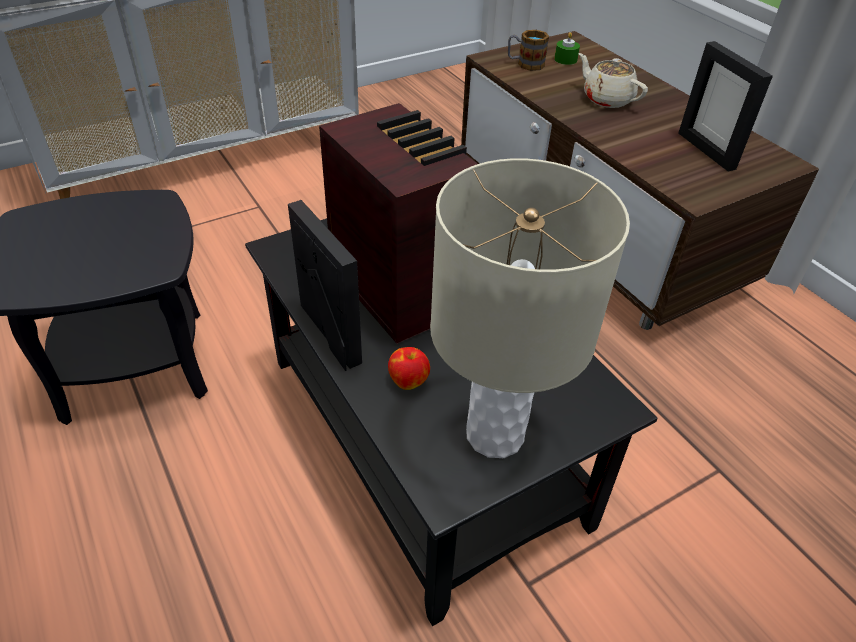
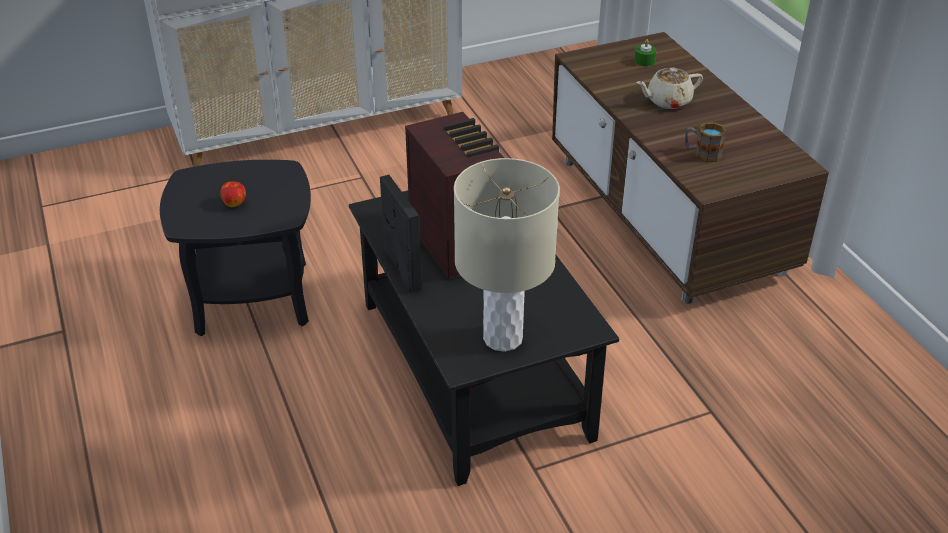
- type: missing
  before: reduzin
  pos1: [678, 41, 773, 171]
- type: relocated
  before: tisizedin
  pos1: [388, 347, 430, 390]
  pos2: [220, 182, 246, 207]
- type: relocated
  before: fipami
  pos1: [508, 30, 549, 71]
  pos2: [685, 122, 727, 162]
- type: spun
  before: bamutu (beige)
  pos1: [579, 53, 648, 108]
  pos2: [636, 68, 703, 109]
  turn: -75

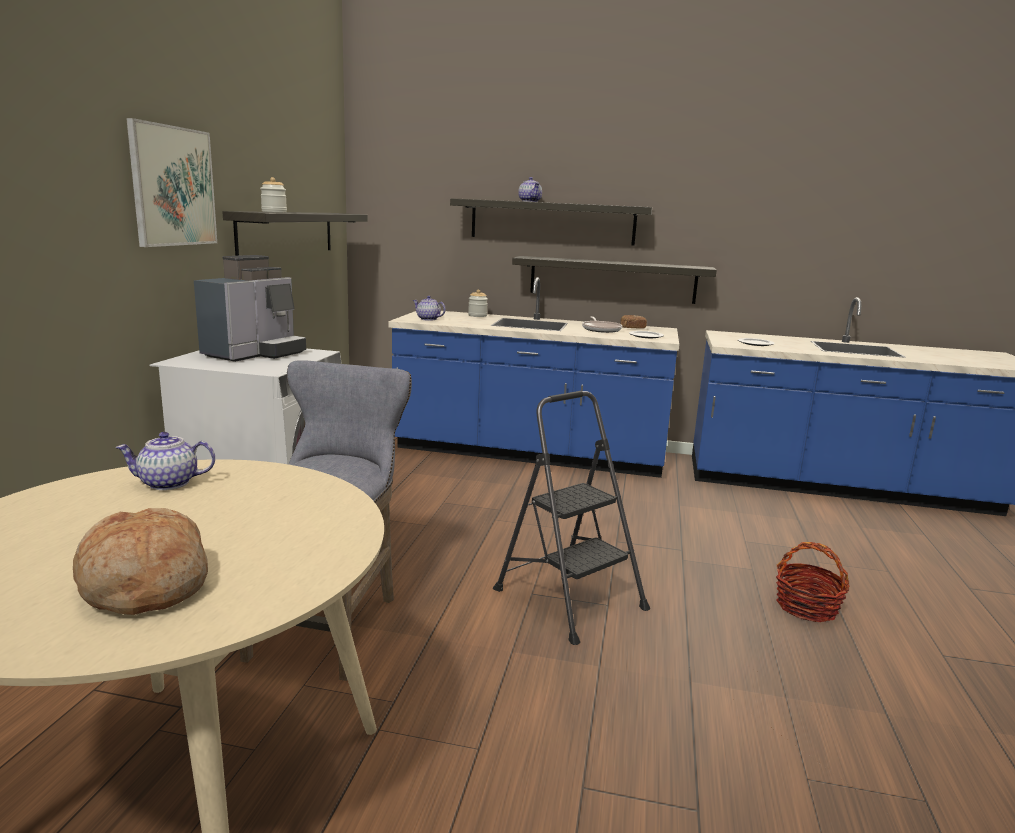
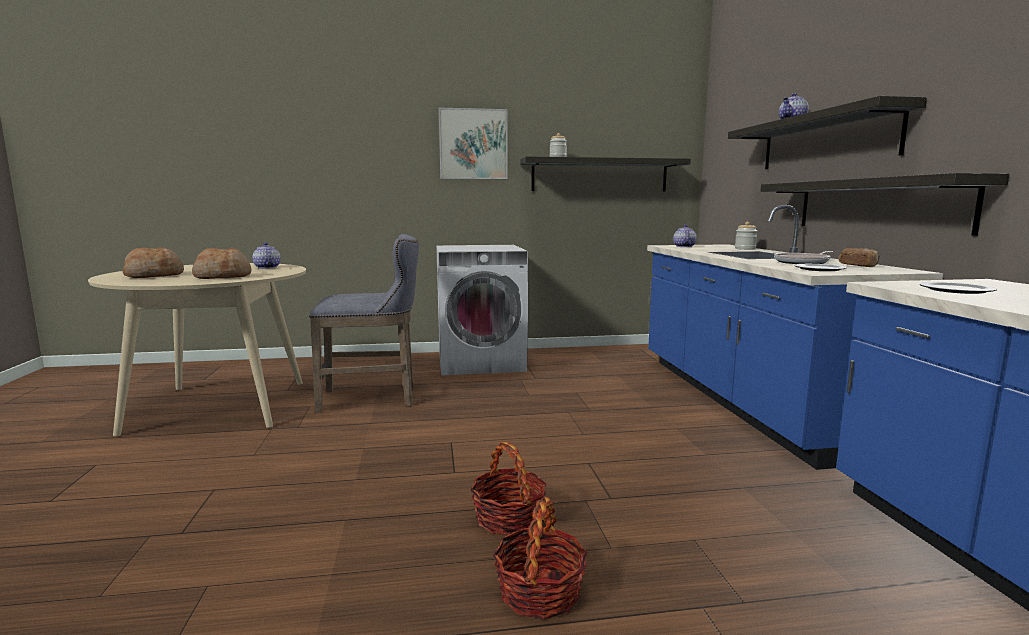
- type: missing
  before: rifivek
  pos1: [194, 255, 306, 362]
- type: missing
  before: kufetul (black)
  pos1: [493, 391, 650, 645]
- type: appeared
  after: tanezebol
  pos2: [192, 248, 252, 279]
- type: appeared
  after: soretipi
  pos2: [470, 442, 546, 535]

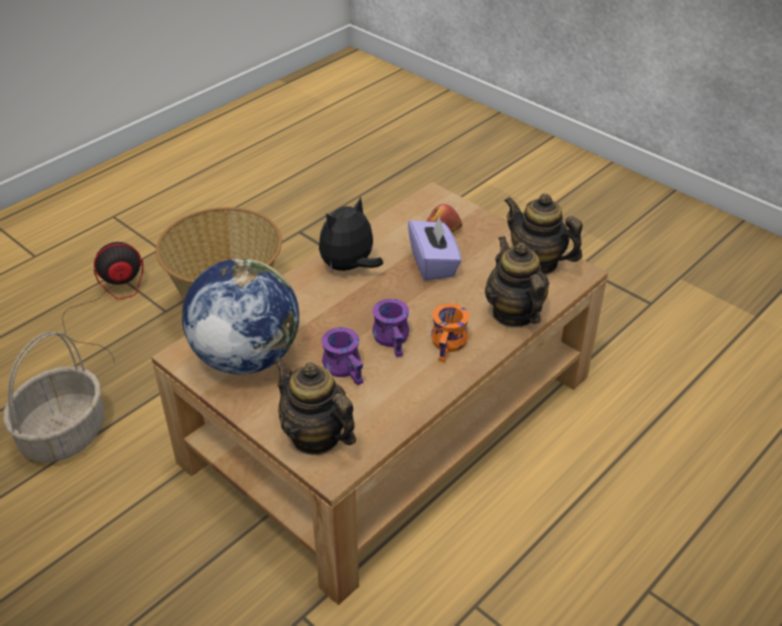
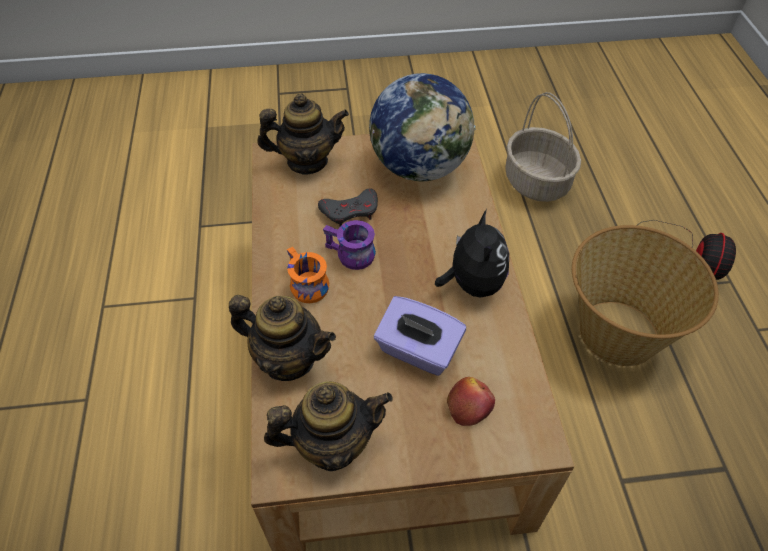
- type: exchanged
  before: fipami (purple)
  after: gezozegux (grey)
  pos1: [321, 327, 363, 385]
  pos2: [318, 188, 378, 226]

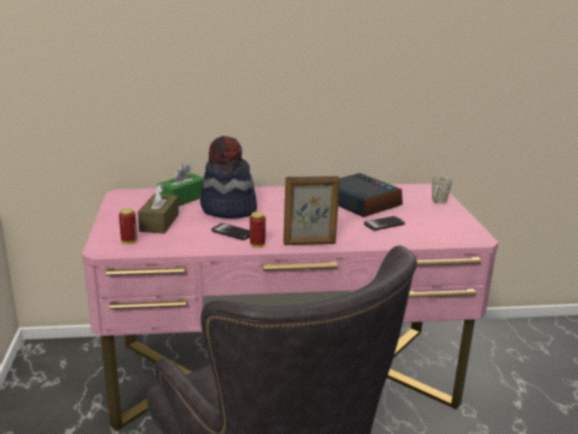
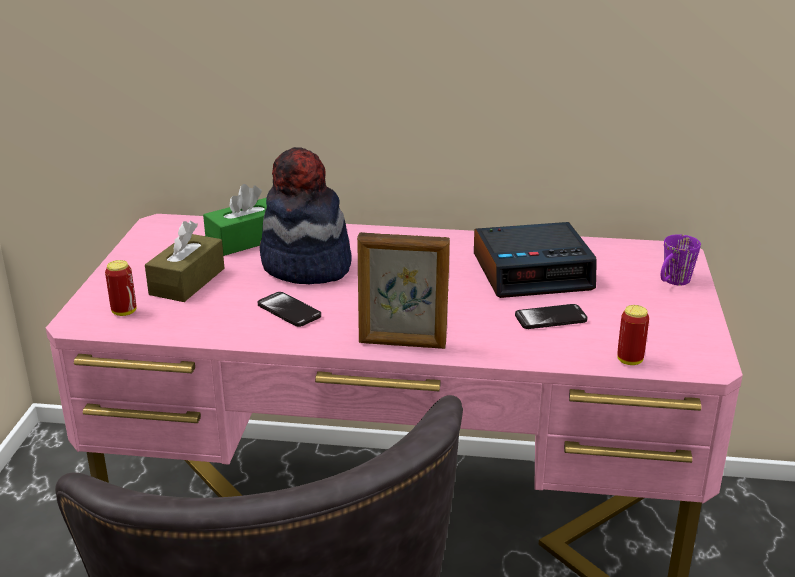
- type: relocated
  before: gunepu
  pos1: [250, 212, 266, 247]
  pos2: [617, 305, 649, 365]
- type: colour
  before: fipami (white)
  after: fipami (purple)
  pos1: [432, 176, 452, 204]
  pos2: [661, 234, 701, 285]
- type: spun
  before: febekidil
  pos1: [338, 173, 403, 217]
  pos2: [474, 222, 597, 298]
  turn: 105

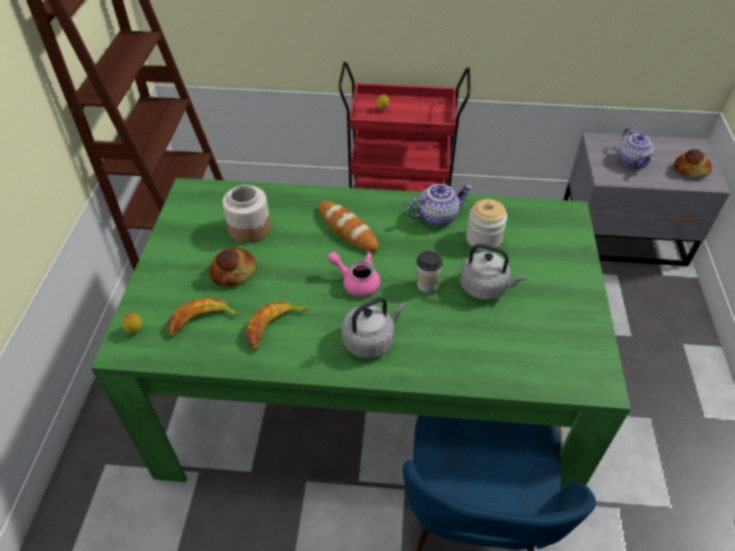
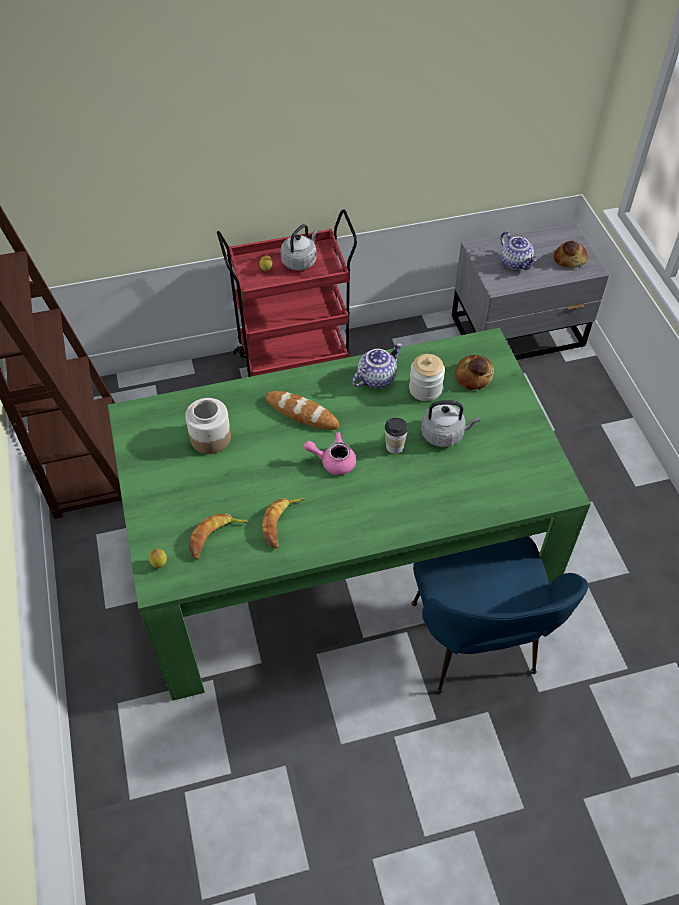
- type: relocated
  before: tanezebol
  pos1: [209, 248, 257, 287]
  pos2: [455, 355, 494, 390]
- type: relocated
  before: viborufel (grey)
  pos1: [341, 297, 405, 358]
  pos2: [280, 224, 318, 271]

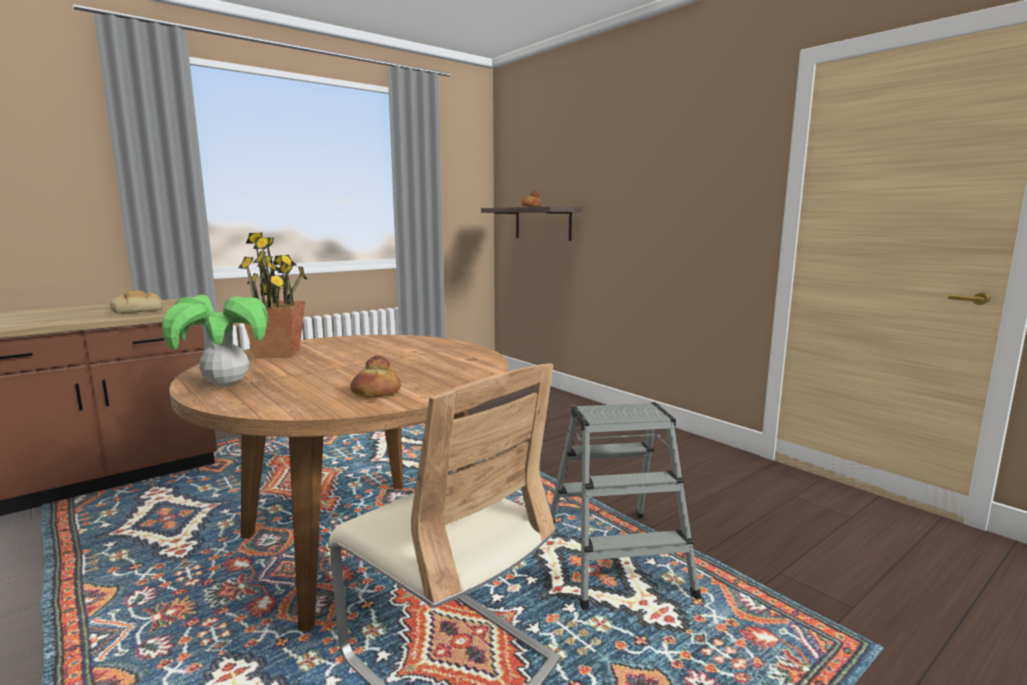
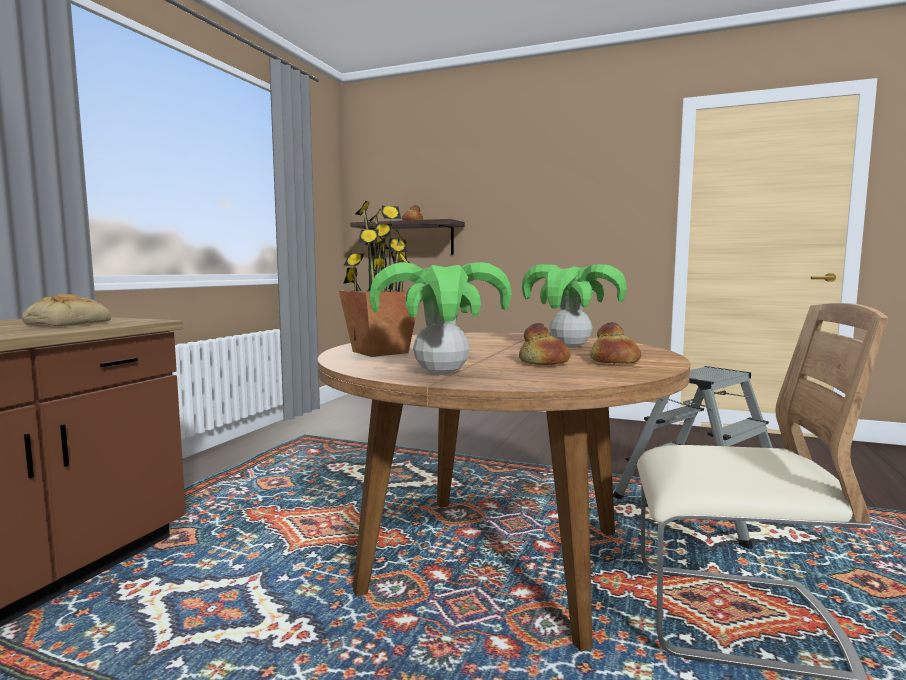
- type: appeared
  after: tanezebol
  pos2: [519, 323, 570, 365]
- type: appeared
  after: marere
  pos2: [522, 264, 627, 348]

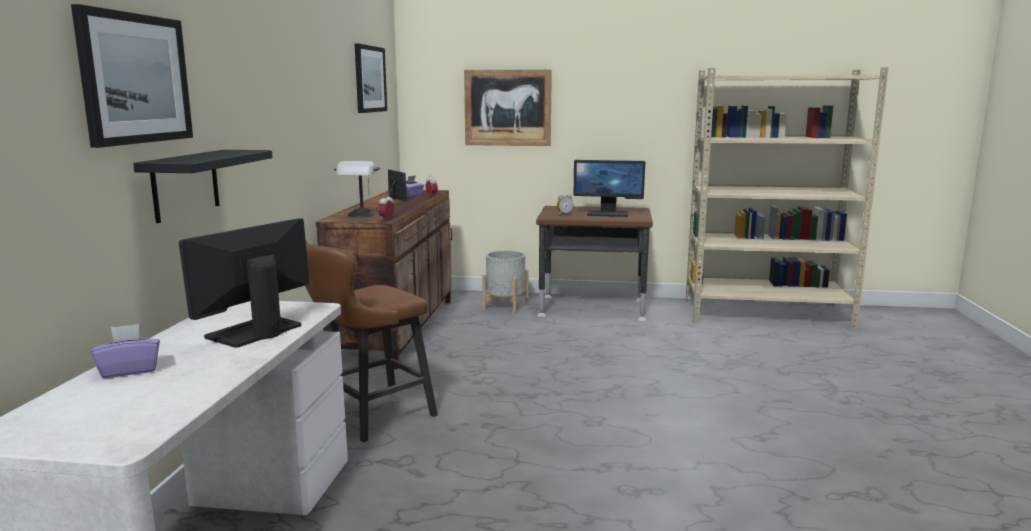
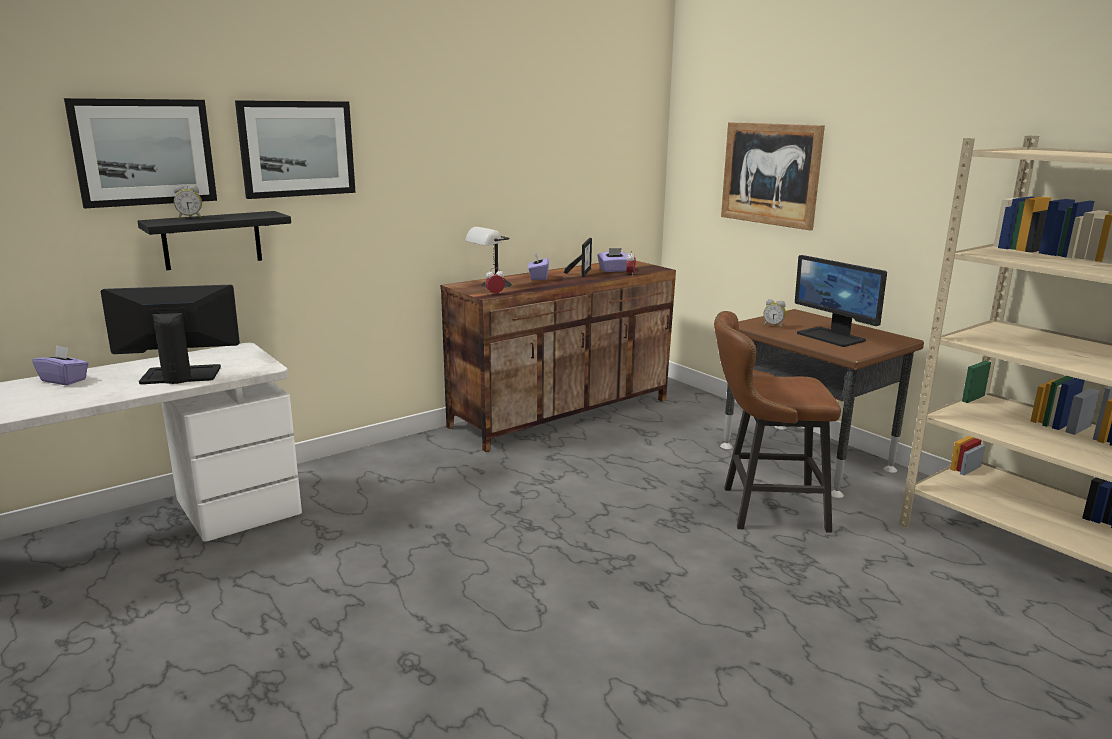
- type: missing
  before: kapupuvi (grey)
  pos1: [482, 251, 529, 314]
- type: appeared
  after: febekidil
  pos2: [174, 185, 202, 219]
- type: appeared
  after: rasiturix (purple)
  pos2: [528, 253, 549, 280]
- type: relocated
  before: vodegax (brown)
  pos1: [305, 239, 438, 442]
  pos2: [714, 311, 841, 533]
- type: relocated
  before: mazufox
  pos1: [355, 44, 387, 113]
  pos2: [235, 100, 356, 199]

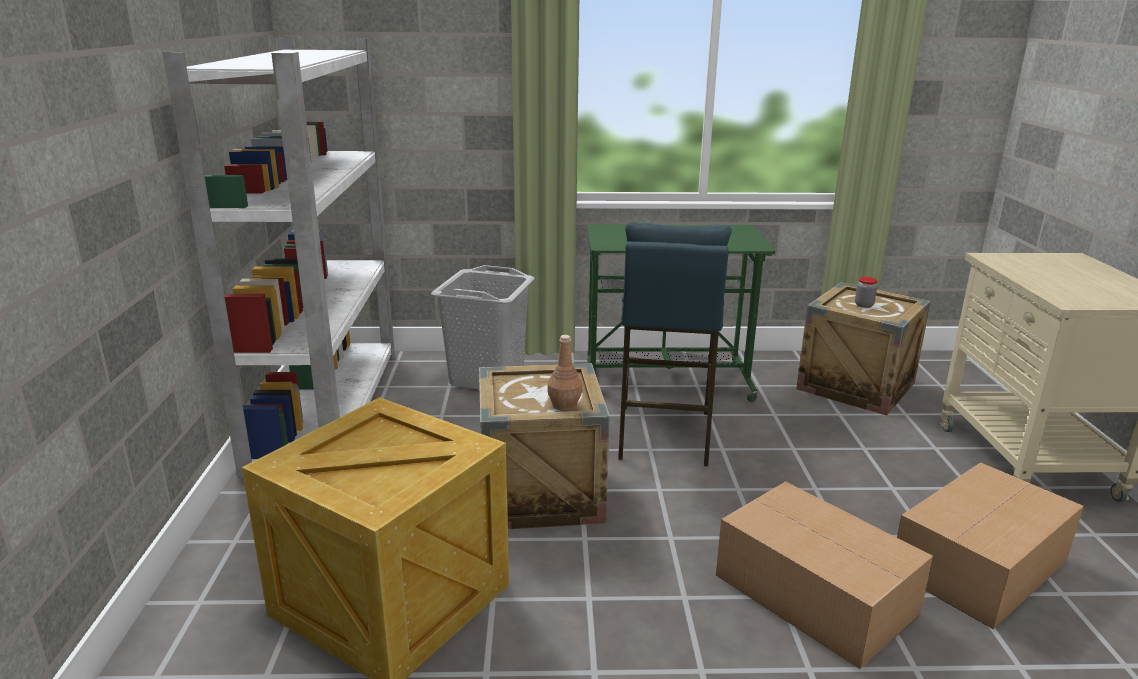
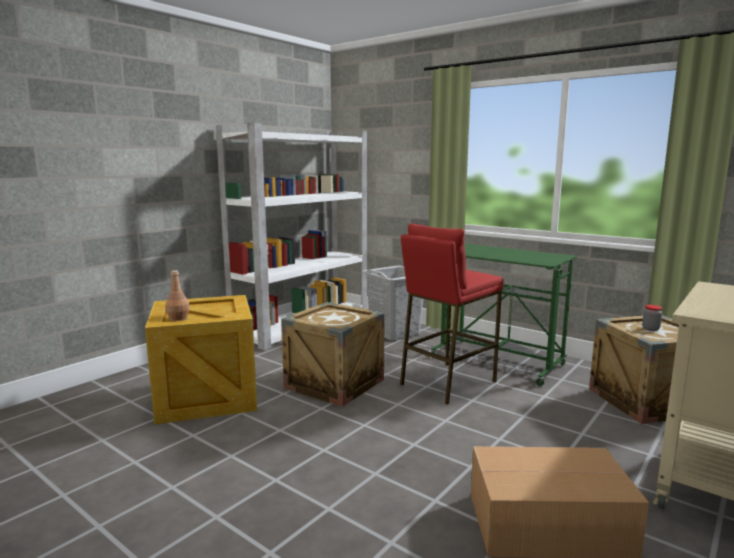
- type: missing
  before: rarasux
  pos1: [716, 481, 933, 669]
- type: relocated
  before: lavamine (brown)
  pos1: [547, 335, 582, 411]
  pos2: [165, 270, 190, 321]
- type: colour
  before: vodegax (blue)
  after: vodegax (red)
  pos1: [618, 222, 732, 466]
  pos2: [400, 223, 504, 405]

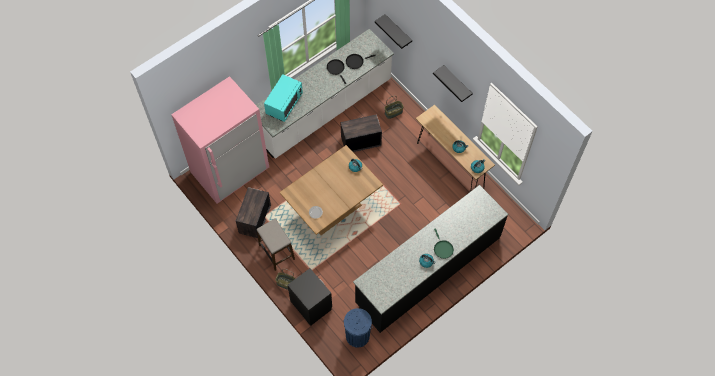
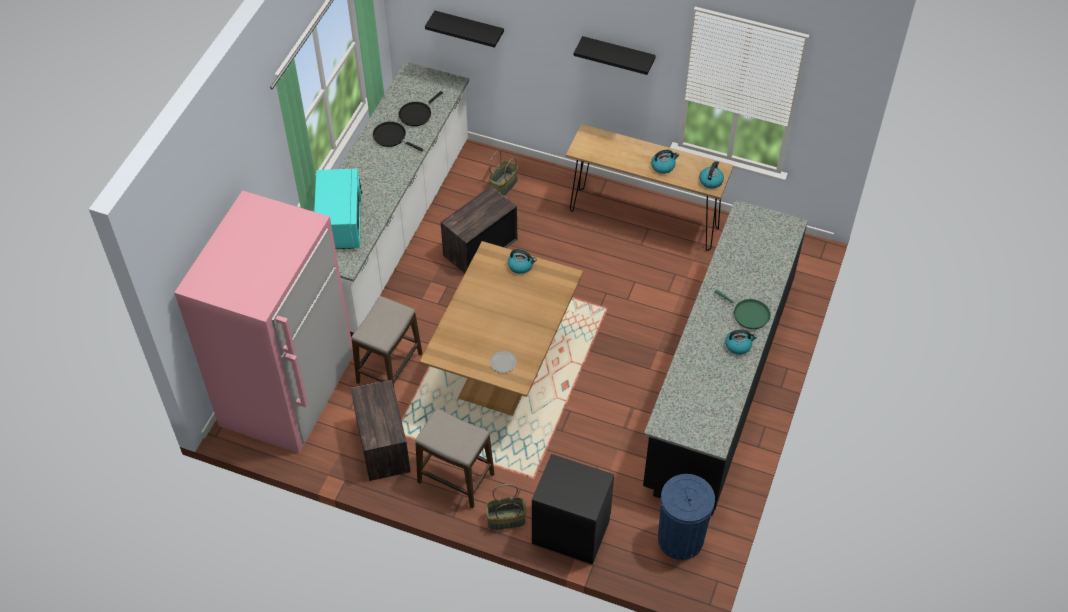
- type: appeared
  after: vodegax
  pos2: [352, 296, 422, 386]

